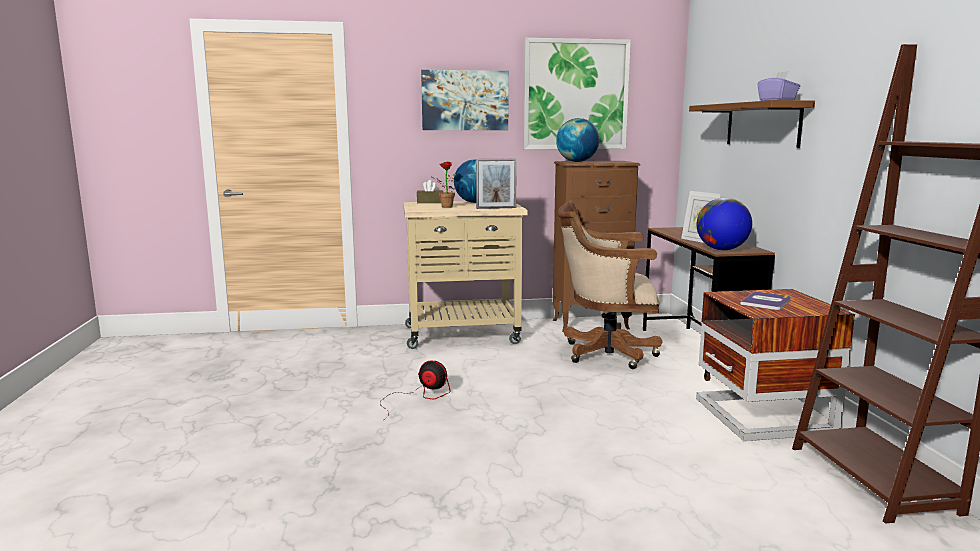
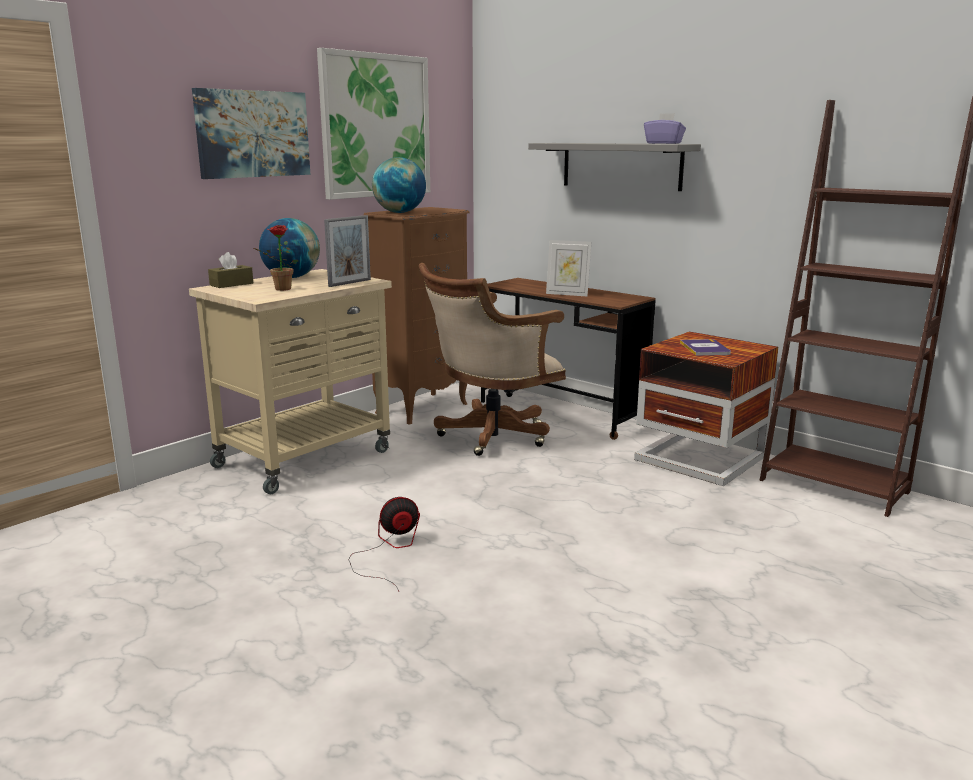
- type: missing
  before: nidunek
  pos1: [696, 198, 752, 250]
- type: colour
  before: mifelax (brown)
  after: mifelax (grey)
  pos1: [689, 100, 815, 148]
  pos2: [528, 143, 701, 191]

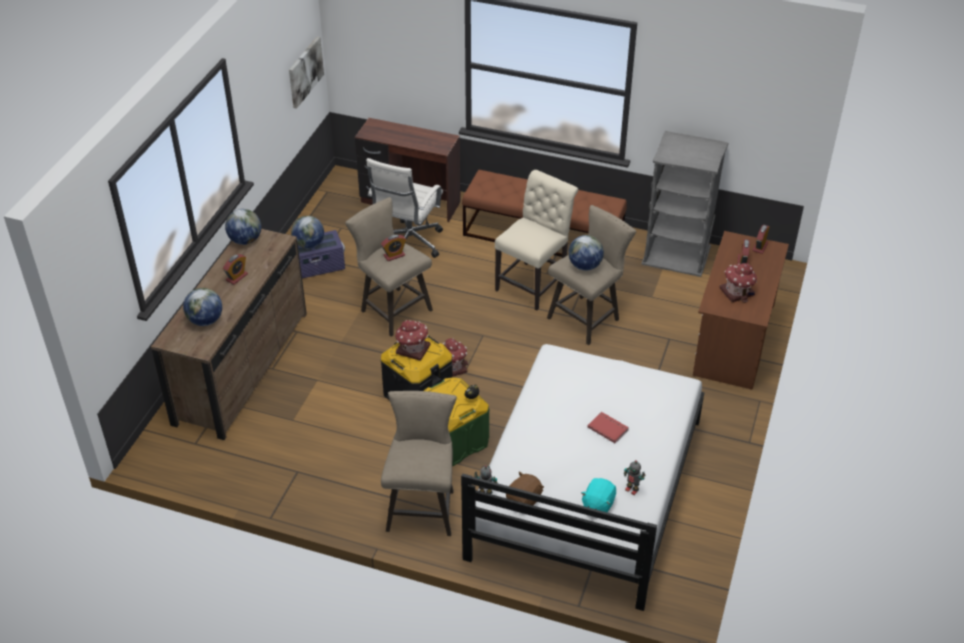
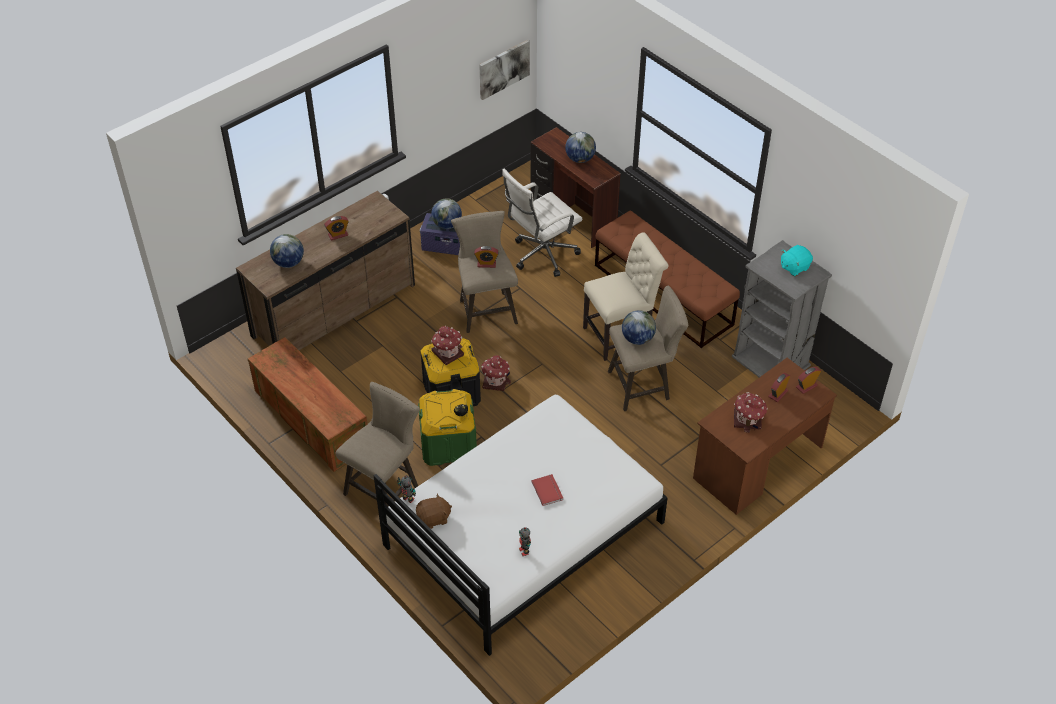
- type: appeared
  after: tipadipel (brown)
  pos2: [248, 337, 367, 472]
- type: relocated
  before: nidunek
  pos1: [225, 209, 261, 245]
  pos2: [565, 132, 596, 163]
- type: relocated
  before: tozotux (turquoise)
  pos1: [581, 478, 616, 513]
  pos2: [781, 245, 813, 276]

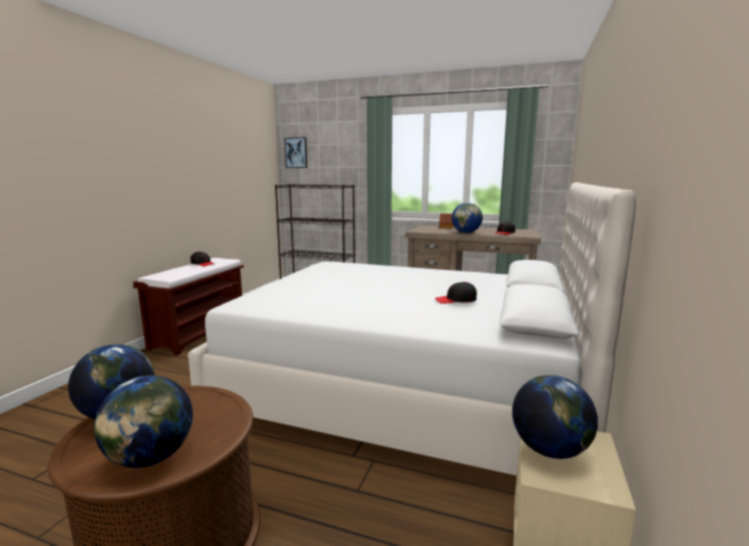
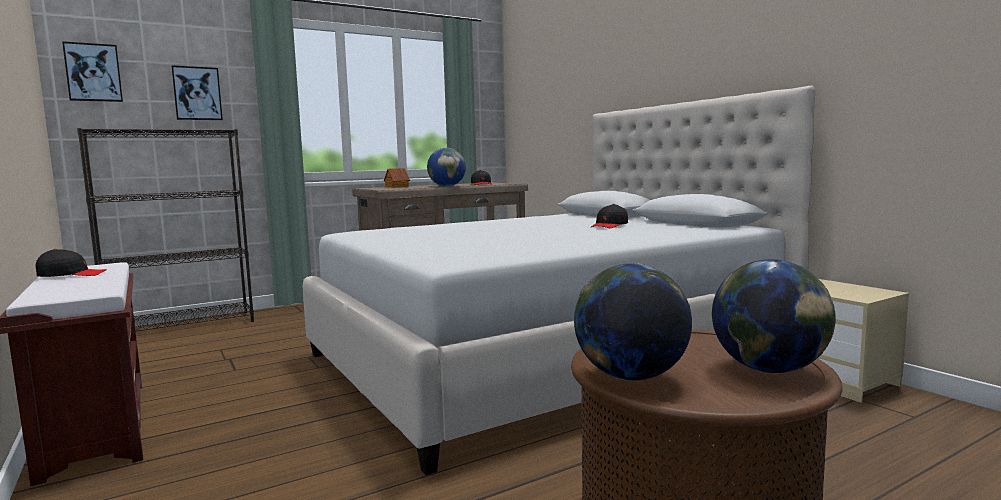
- type: missing
  before: nidunek
  pos1: [512, 375, 598, 459]
- type: appeared
  after: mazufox
  pos2: [171, 65, 223, 120]

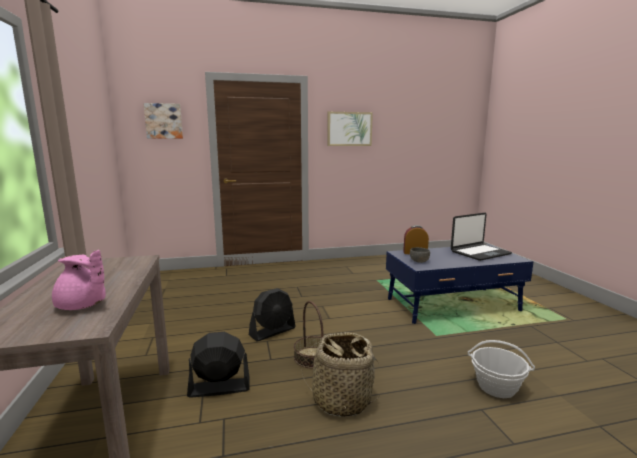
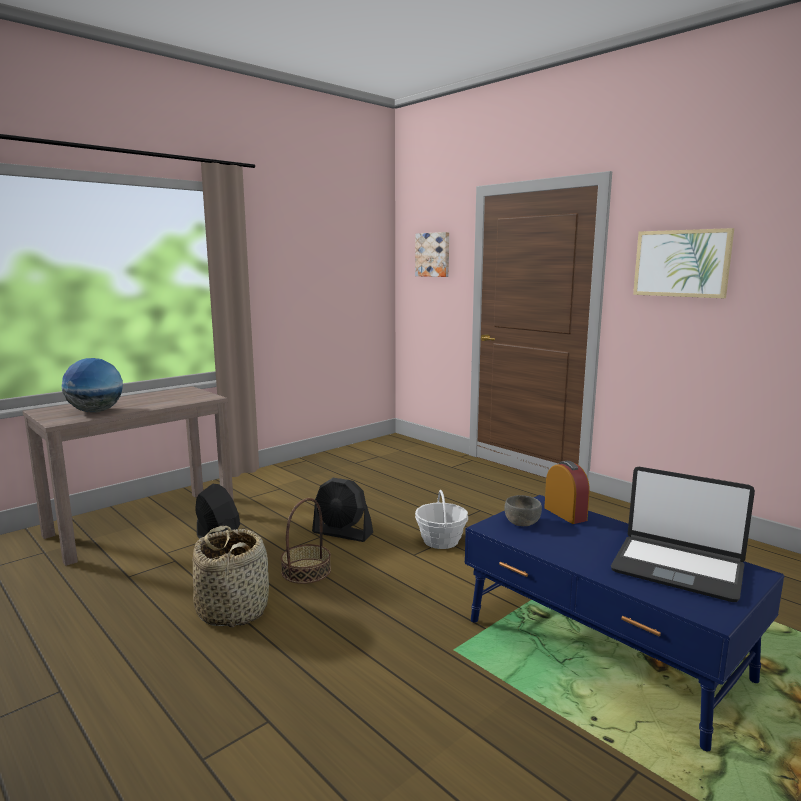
- type: relocated
  before: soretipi
  pos1: [468, 340, 535, 398]
  pos2: [415, 490, 468, 549]
- type: exchanged
  before: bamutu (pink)
  after: nidunek
  pos1: [52, 250, 106, 310]
  pos2: [61, 358, 123, 413]

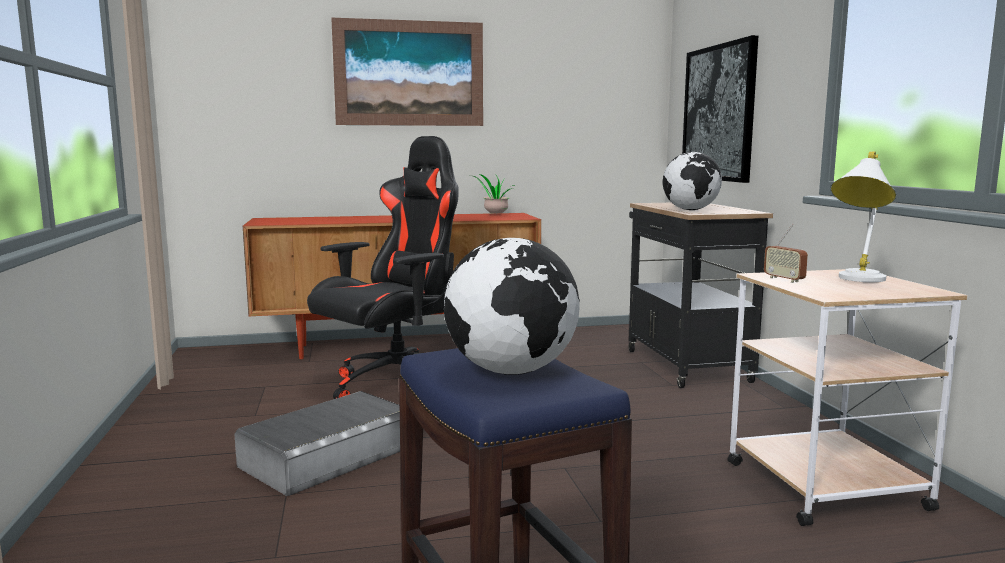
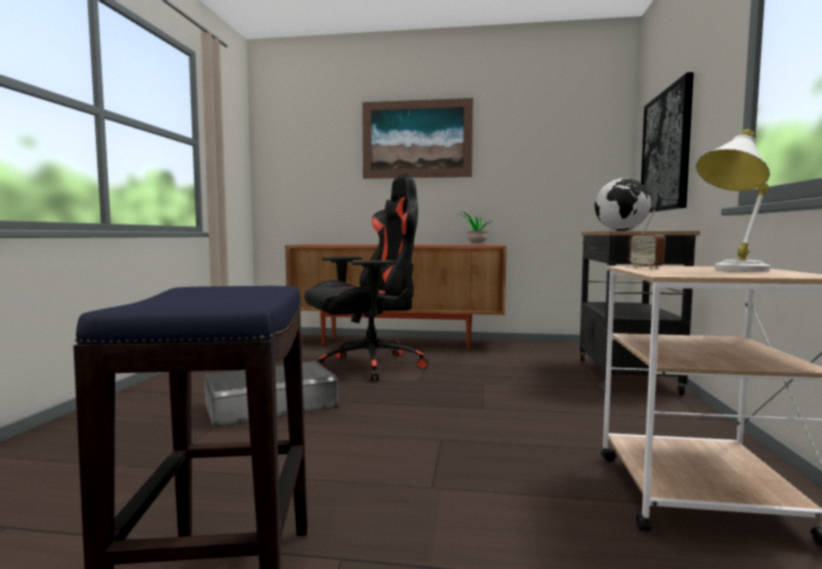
- type: missing
  before: nidunek
  pos1: [444, 238, 580, 375]

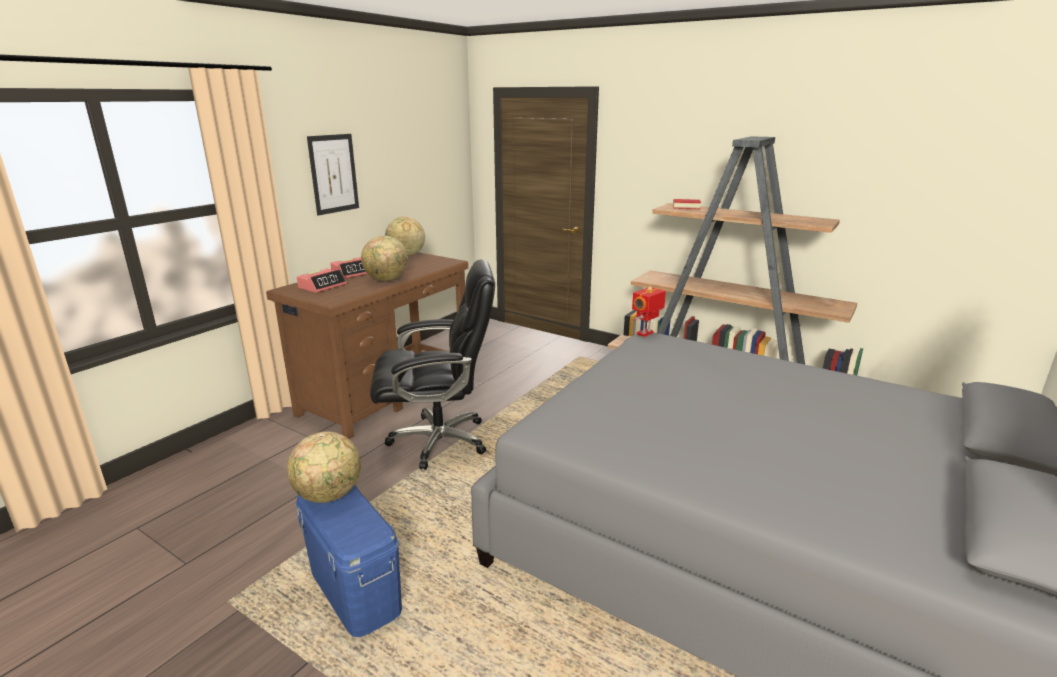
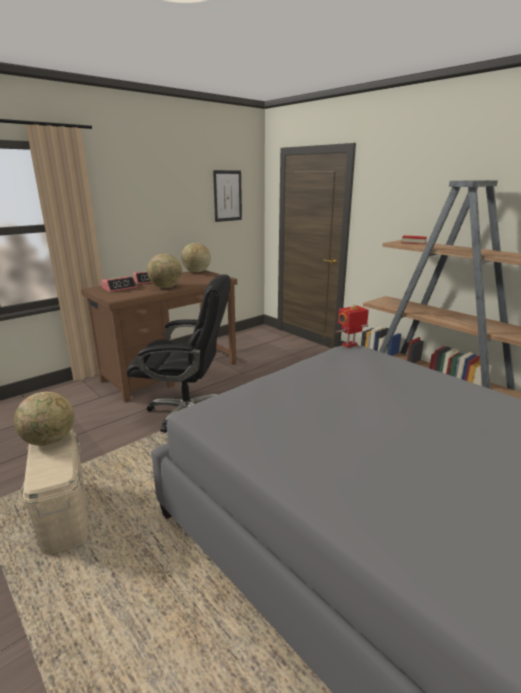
- type: relocated
  before: mazufox
  pos1: [307, 134, 359, 216]
  pos2: [213, 170, 242, 222]
- type: colour
  before: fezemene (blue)
  after: fezemene (beige)
  pos1: [296, 485, 402, 637]
  pos2: [22, 429, 88, 555]

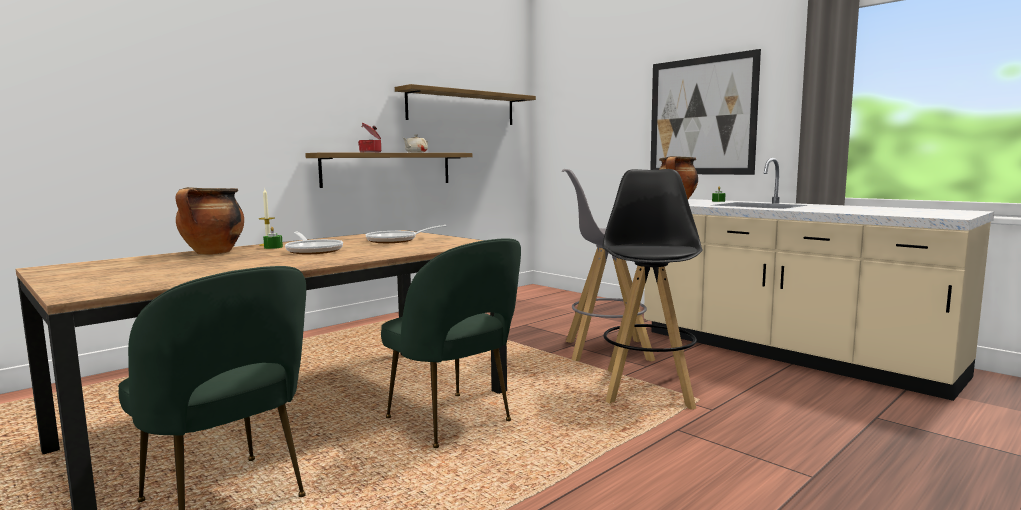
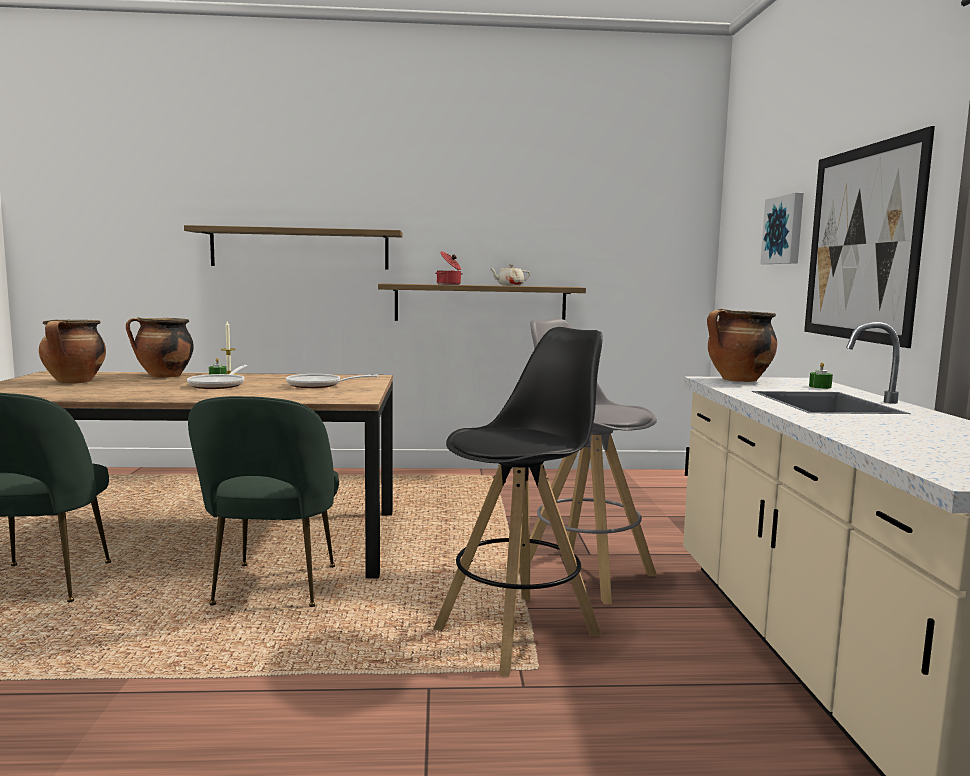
- type: appeared
  after: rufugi
  pos2: [39, 320, 106, 384]
- type: appeared
  after: mazufox
  pos2: [760, 193, 804, 264]
- type: relocated
  before: mifelax
  pos1: [395, 84, 536, 125]
  pos2: [184, 225, 402, 270]

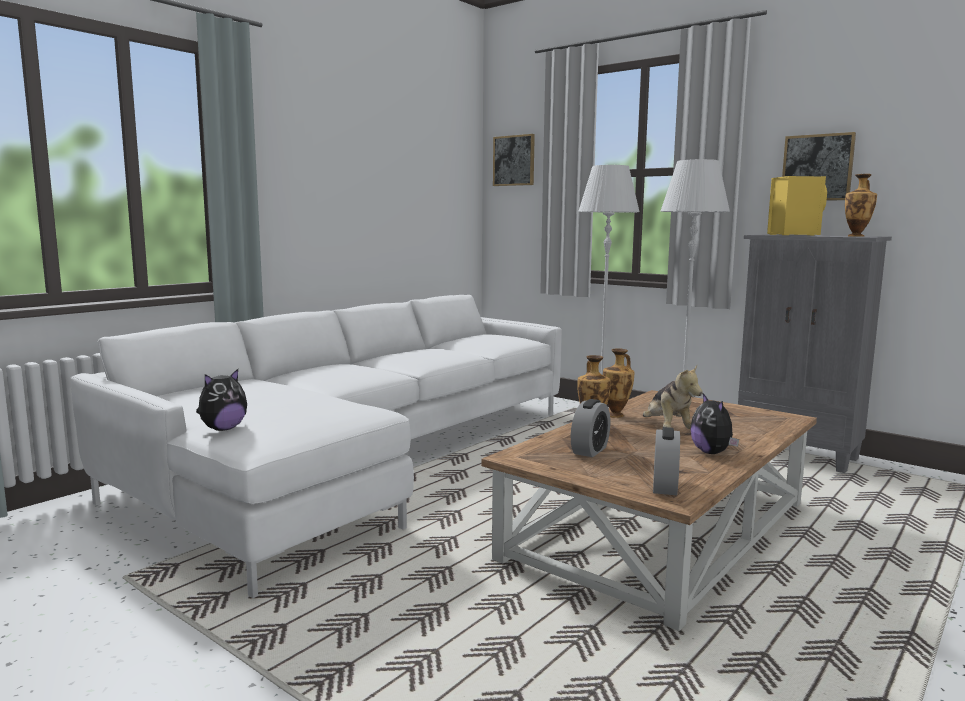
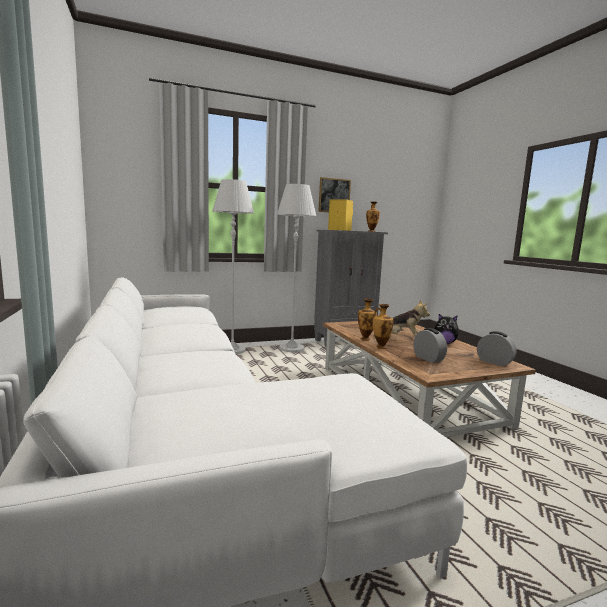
- type: missing
  before: tozotux
  pos1: [196, 369, 247, 431]
- type: missing
  before: mazufox
  pos1: [493, 134, 535, 186]

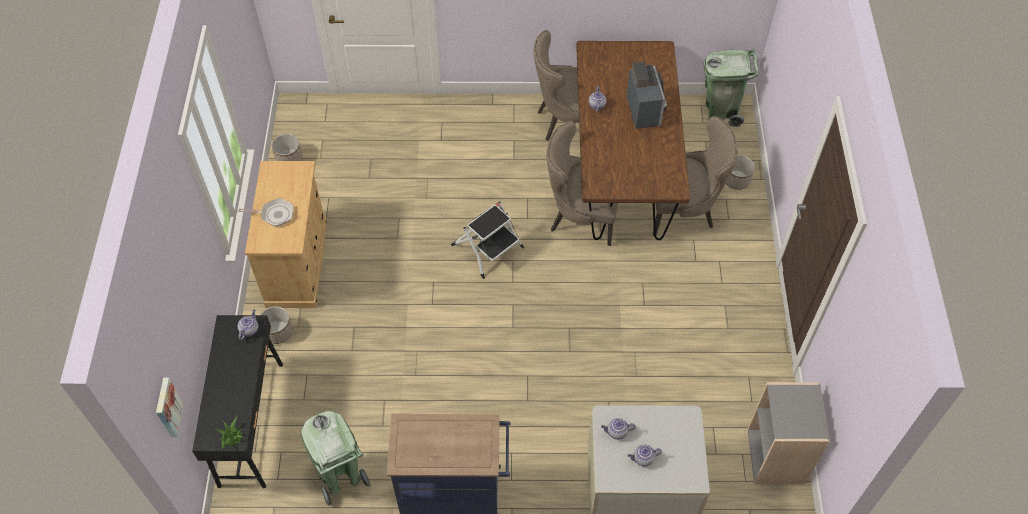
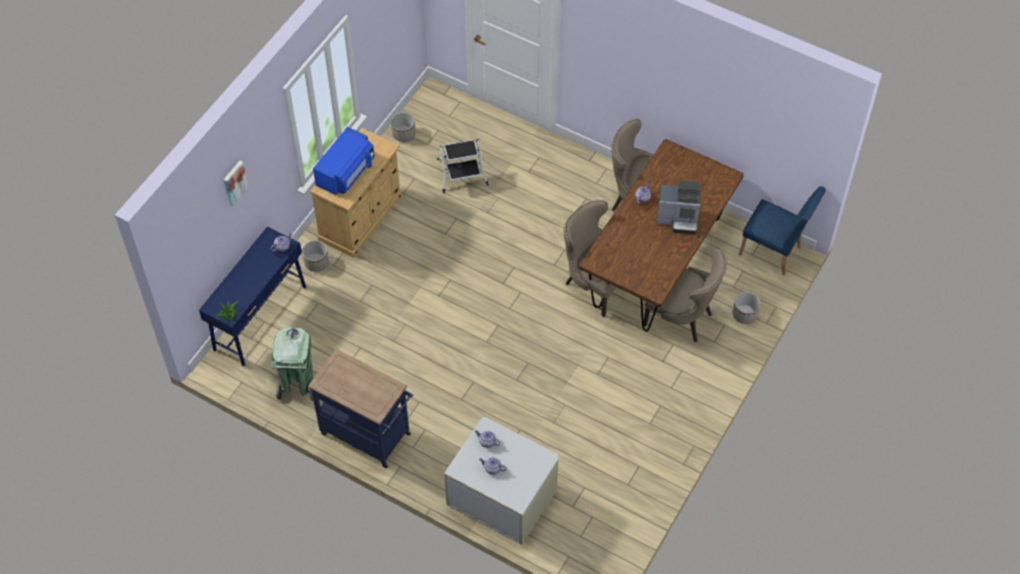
- type: missing
  before: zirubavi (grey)
  pos1: [747, 382, 830, 485]
- type: relocated
  before: mazufox
  pos1: [156, 378, 184, 437]
  pos2: [223, 161, 249, 206]
- type: relocated
  before: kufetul
  pos1: [451, 202, 524, 279]
  pos2: [437, 139, 489, 193]
- type: exchanged
  before: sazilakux
  after: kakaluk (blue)
  pos1: [238, 198, 293, 227]
  pos2: [313, 126, 374, 195]
- type: exchanged
  before: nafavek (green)
  after: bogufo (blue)
  pos1: [704, 49, 759, 127]
  pos2: [739, 186, 826, 275]
- type: colour
  before: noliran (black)
  after: noliran (blue)
  pos1: [192, 315, 283, 488]
  pos2: [199, 226, 306, 366]
- type: spun
  before: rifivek
  pos1: [627, 62, 667, 129]
  pos2: [657, 180, 701, 234]
  turn: 75

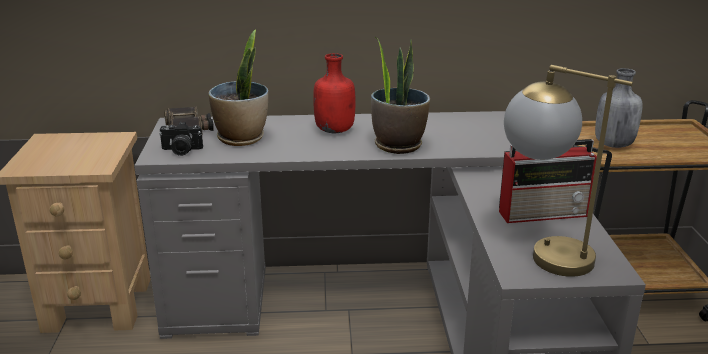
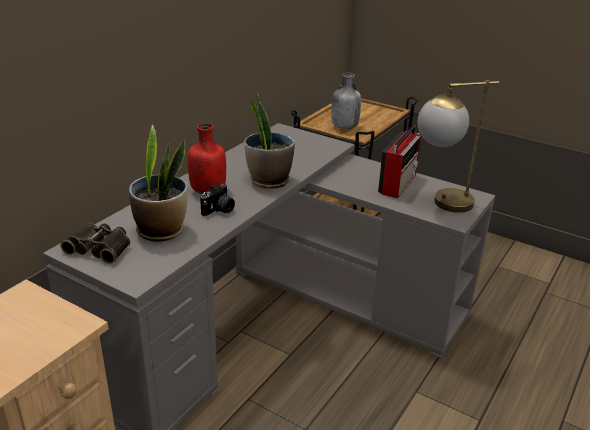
- type: relocated
  before: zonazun
  pos1: [159, 121, 203, 156]
  pos2: [200, 184, 235, 216]

